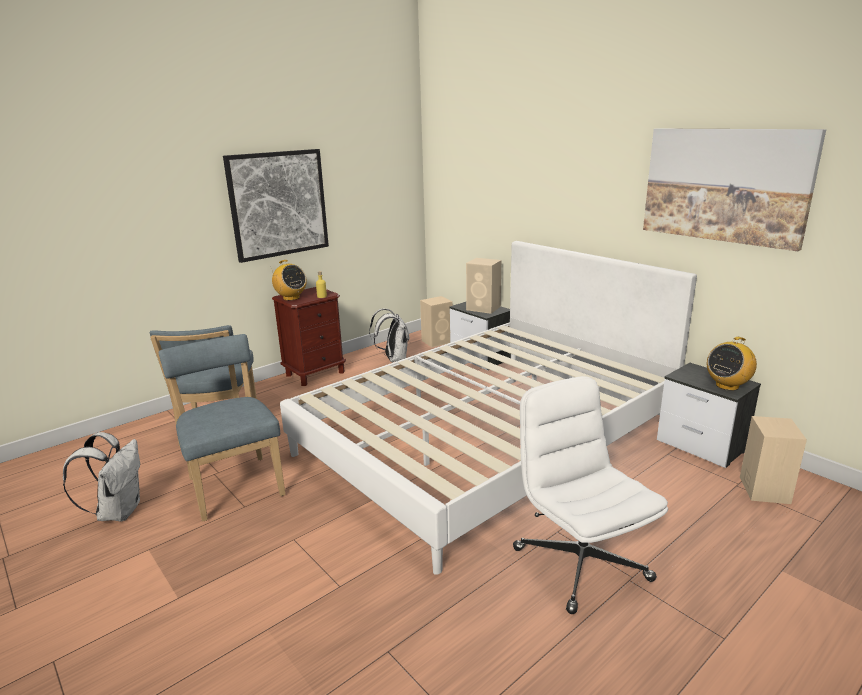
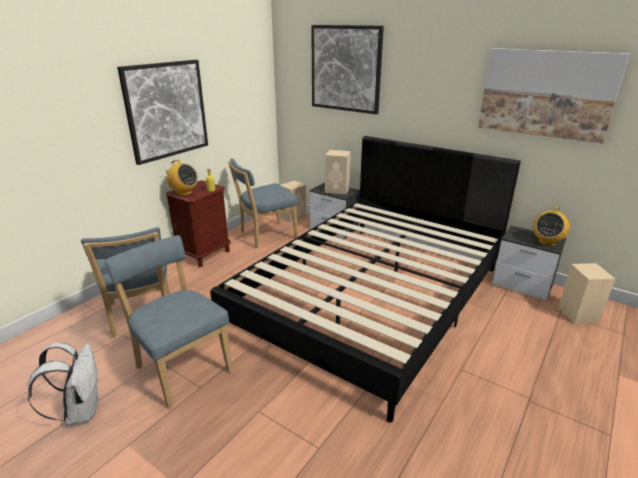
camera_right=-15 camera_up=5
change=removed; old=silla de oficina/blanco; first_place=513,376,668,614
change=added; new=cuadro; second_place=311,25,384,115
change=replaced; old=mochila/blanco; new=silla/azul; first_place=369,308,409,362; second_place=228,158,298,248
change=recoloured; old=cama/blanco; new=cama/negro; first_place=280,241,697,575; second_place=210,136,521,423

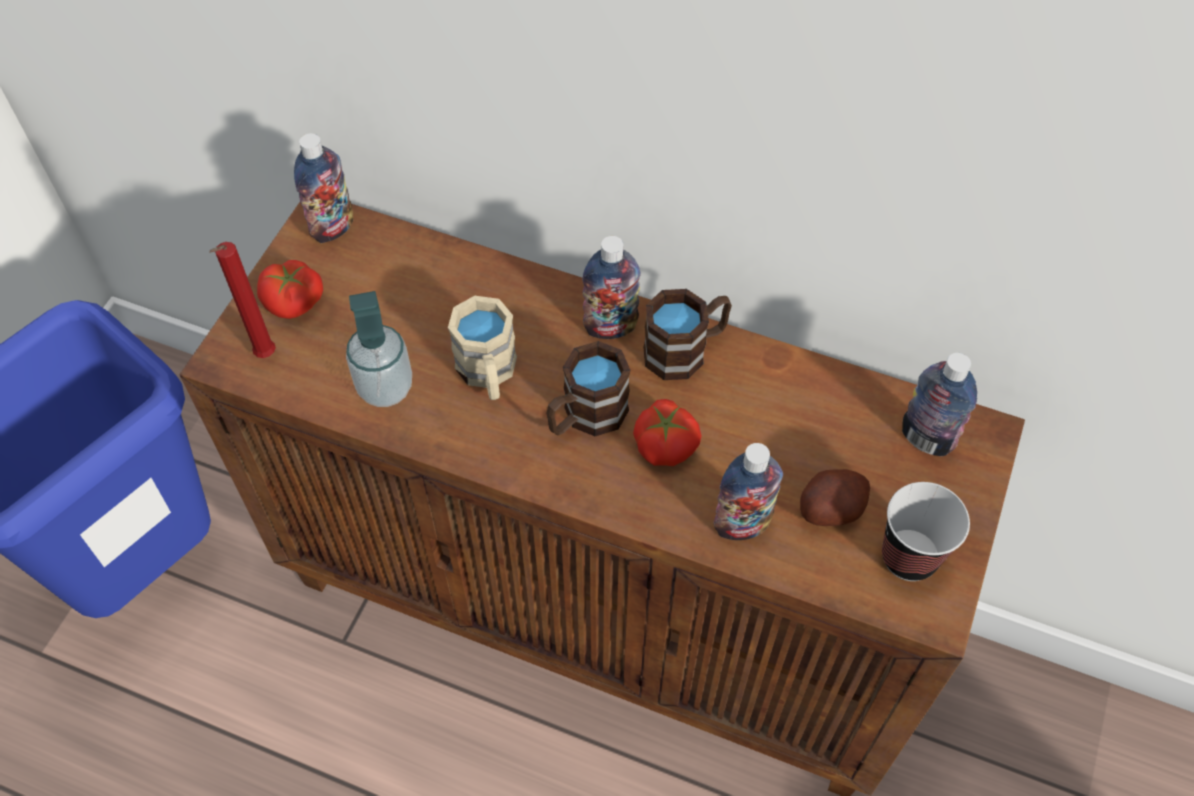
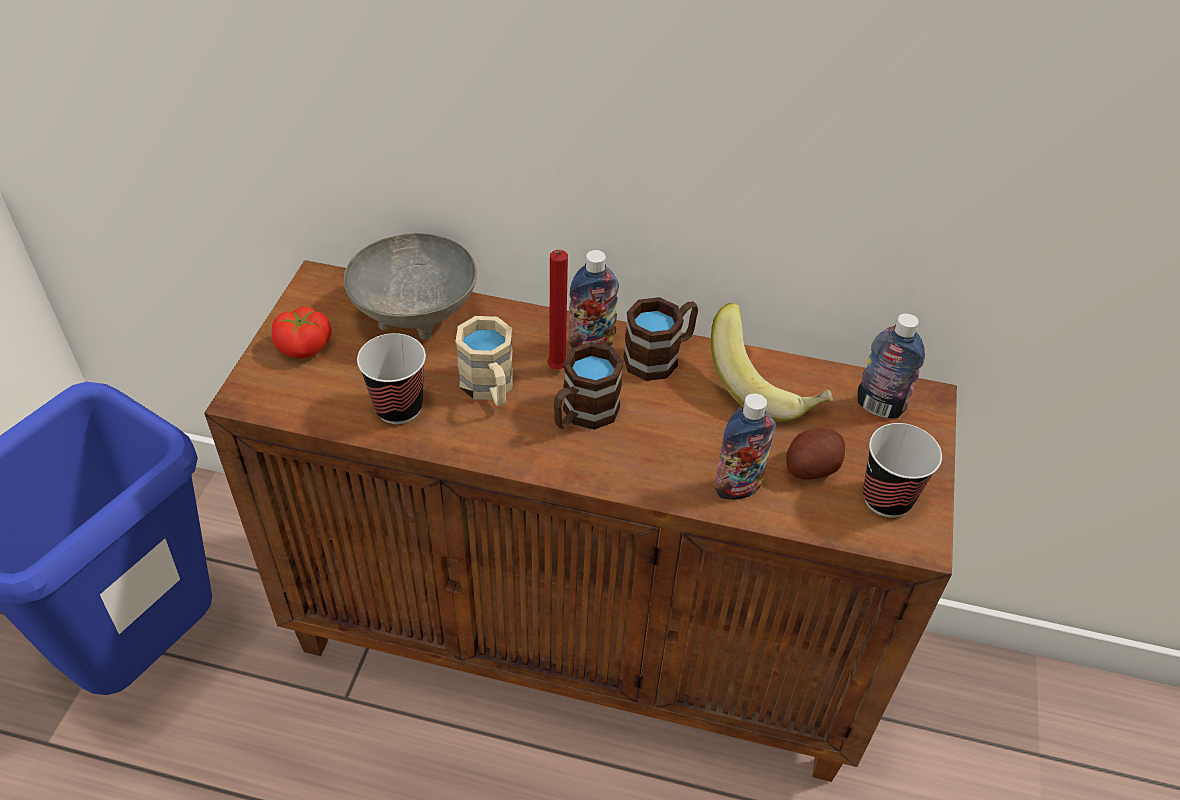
camera_right=-10 camera_up=-10
change=removed; old=botella; first_place=294,133,354,243
change=removed; old=tomate; first_place=633,399,701,466
change=added; new=cuenco/gris; second_place=344,233,477,340
change=added; new=plátano; second_place=711,303,834,423
change=moved; old=vela/rojo; first_place=209,242,276,358; second_place=547,250,568,369
change=replaced; old=dispensador de jabón; new=taza; first_place=346,291,412,407; second_place=357,333,426,424

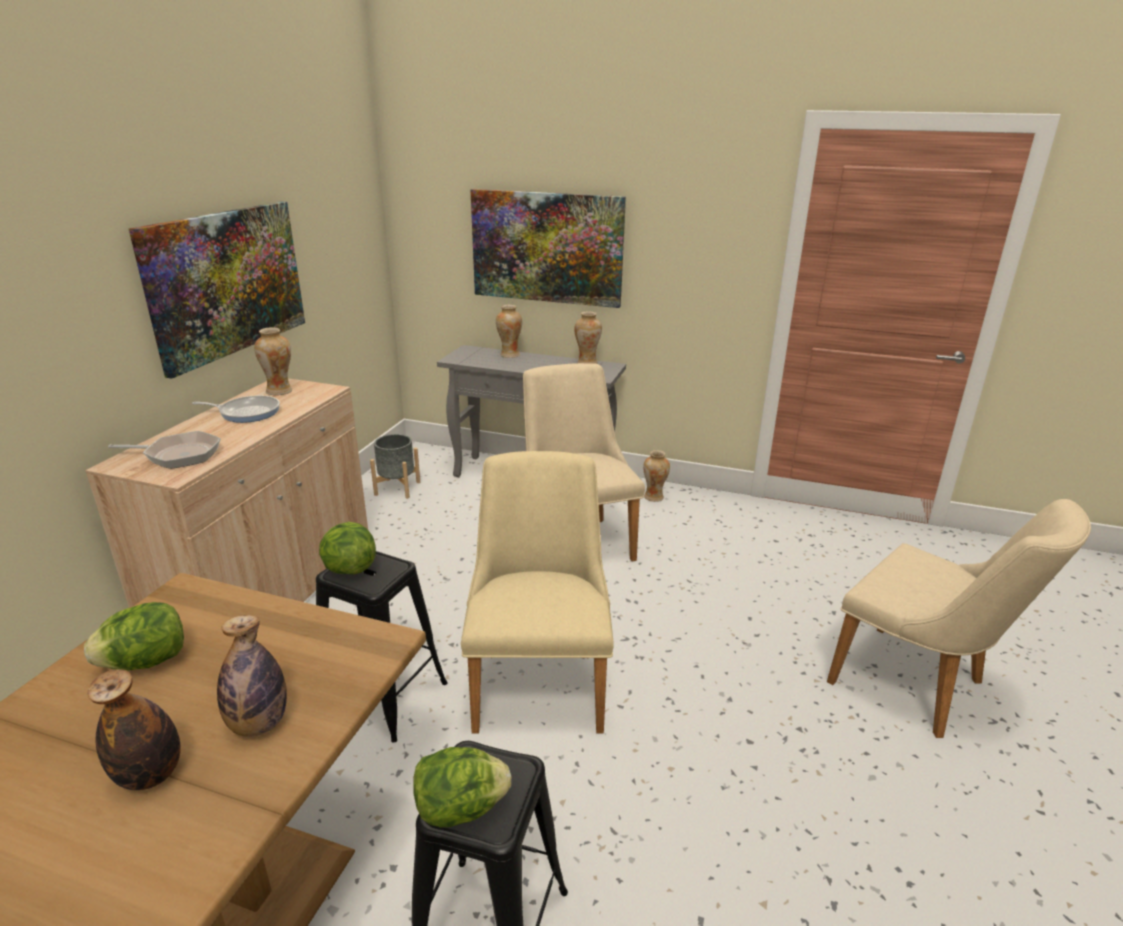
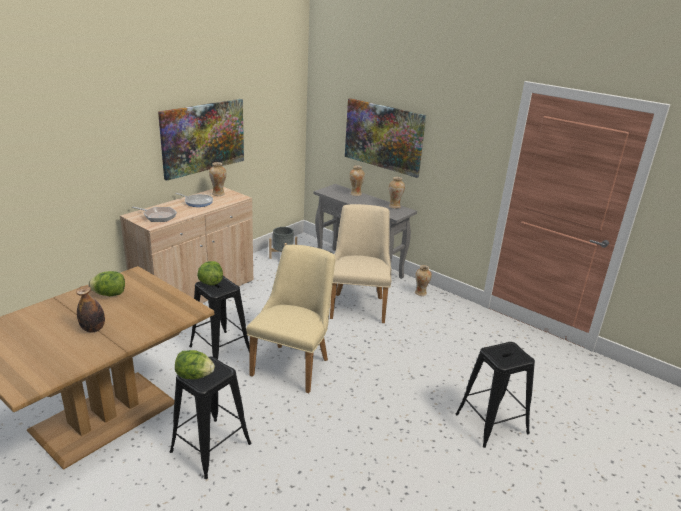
camera_right=20 camera_up=0
change=removed; old=botella; first_place=217,615,287,737
change=replaced; old=silla/beis; new=taburete/negro; first_place=827,499,1091,738; second_place=455,342,535,448

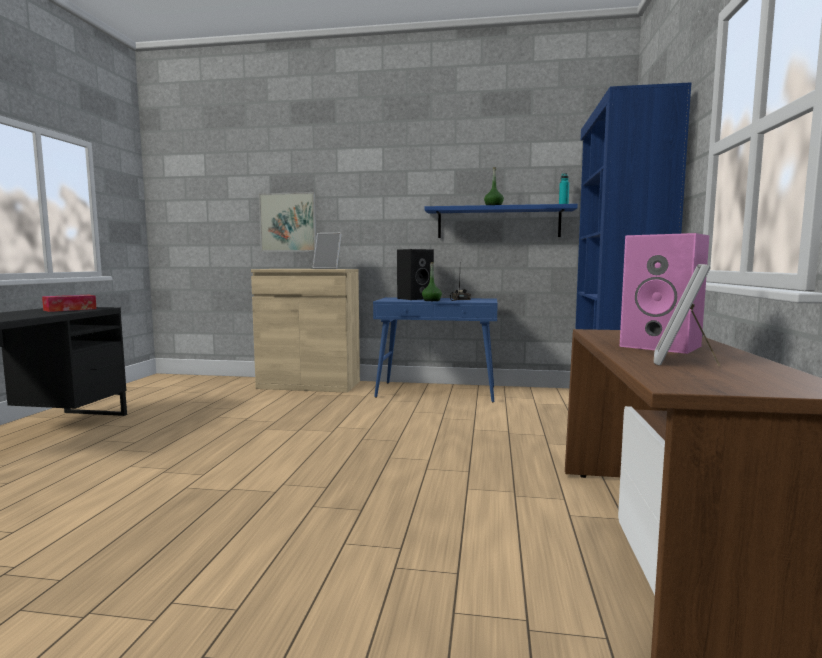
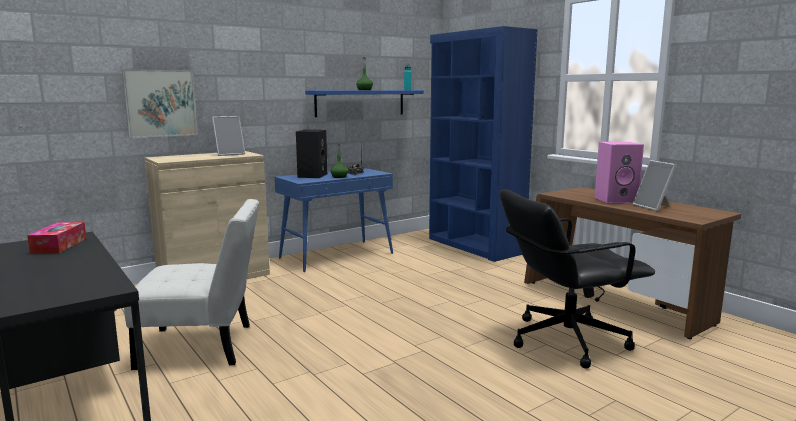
camera_right=-45 camera_up=5
change=added; new=silla/blanco; second_place=124,199,259,370
change=added; new=silla de oficina/negro; second_place=500,189,655,368

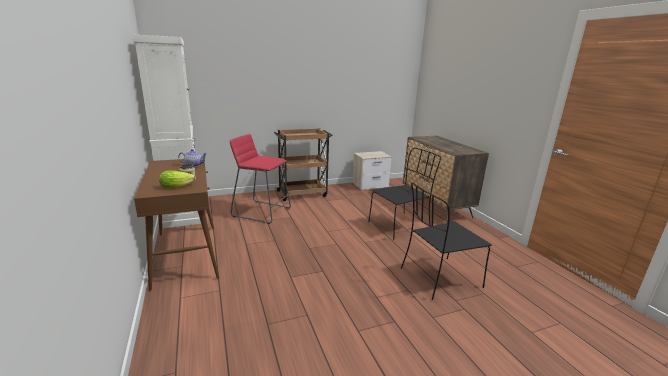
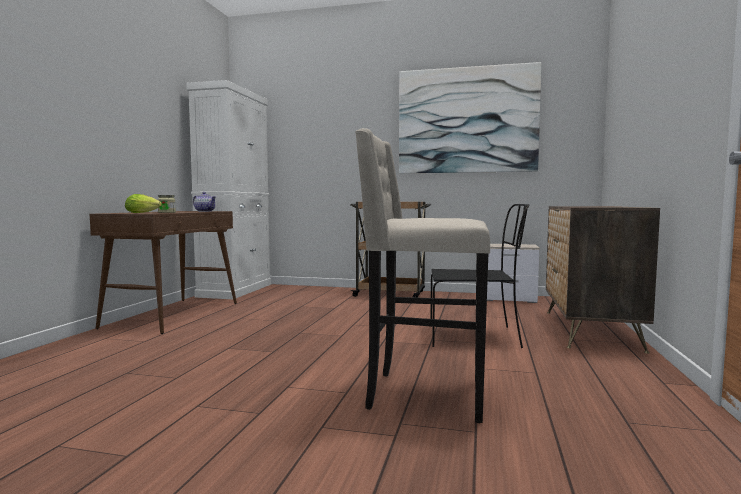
camera_right=35 camera_up=-15
change=removed; old=taburete/rojo; first_place=230,134,291,224
change=added; new=cuadro; second_place=399,62,542,174
change=replaced; old=silla/negro; new=taburete/beis; first_place=401,182,492,300; second_place=355,128,490,423

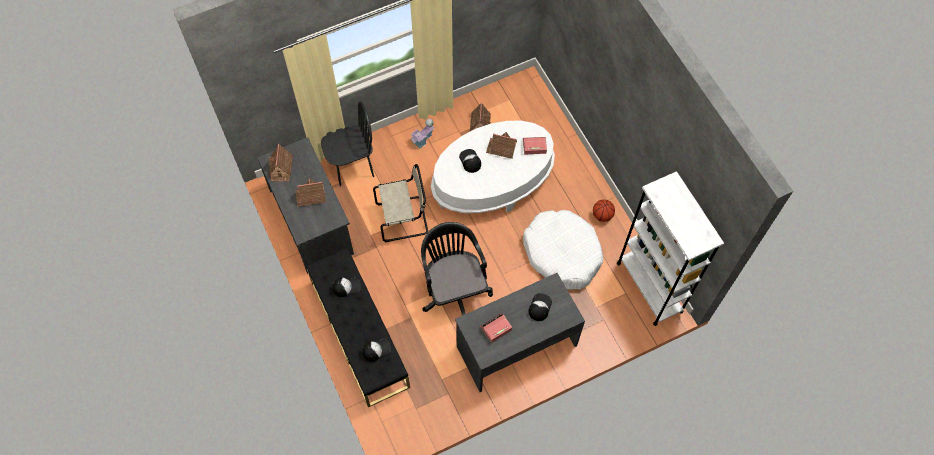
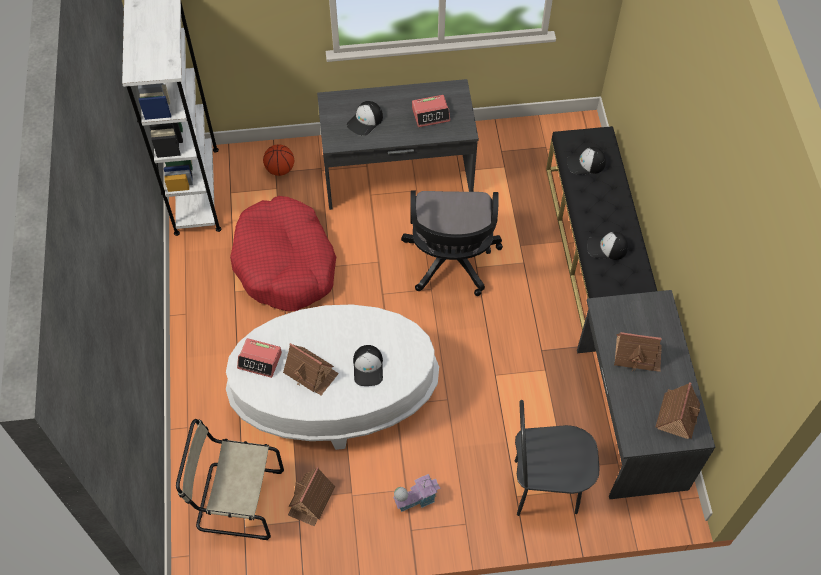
camera_right=-160 camera_up=-5
change=moved; old=silla/beis; first_place=373,164,428,243; second_place=176,419,284,540
change=moved; old=balón de baloncesto; first_place=593,200,615,222; second_place=263,144,294,176
change=recoloured; old=cama para perro/blanco; new=cama para perro/rojo; first_place=523,210,603,290; second_place=230,196,336,311

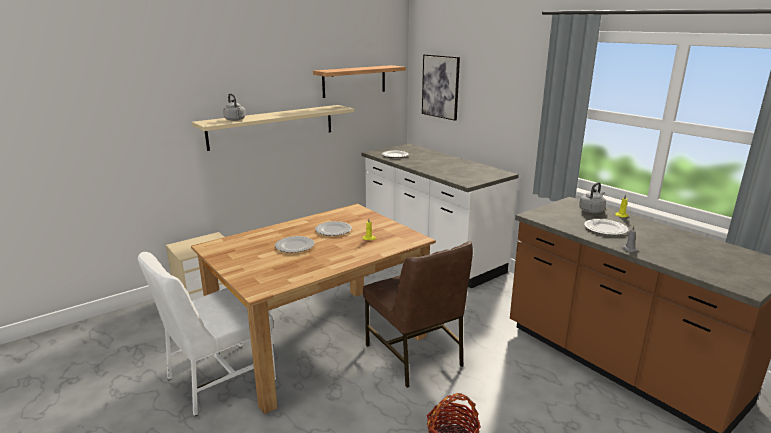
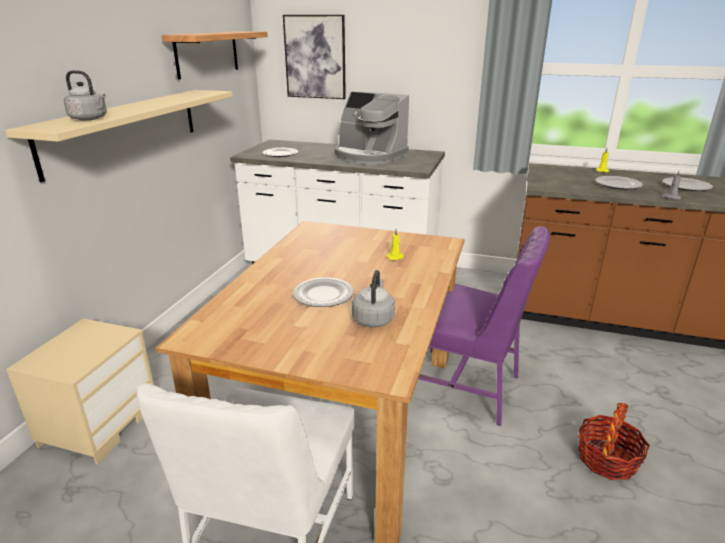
camera_right=-35 camera_up=5
change=added; new=cafetera; second_place=335,91,409,165
change=moved; old=plato; first_place=315,221,352,236; second_place=663,177,713,191
change=moved; old=hervidor/gris; first_place=579,182,606,213; second_place=352,270,395,327
change=recoloured; old=silla/marrón; new=silla/morado; first_place=363,241,473,388; second_place=418,226,550,426

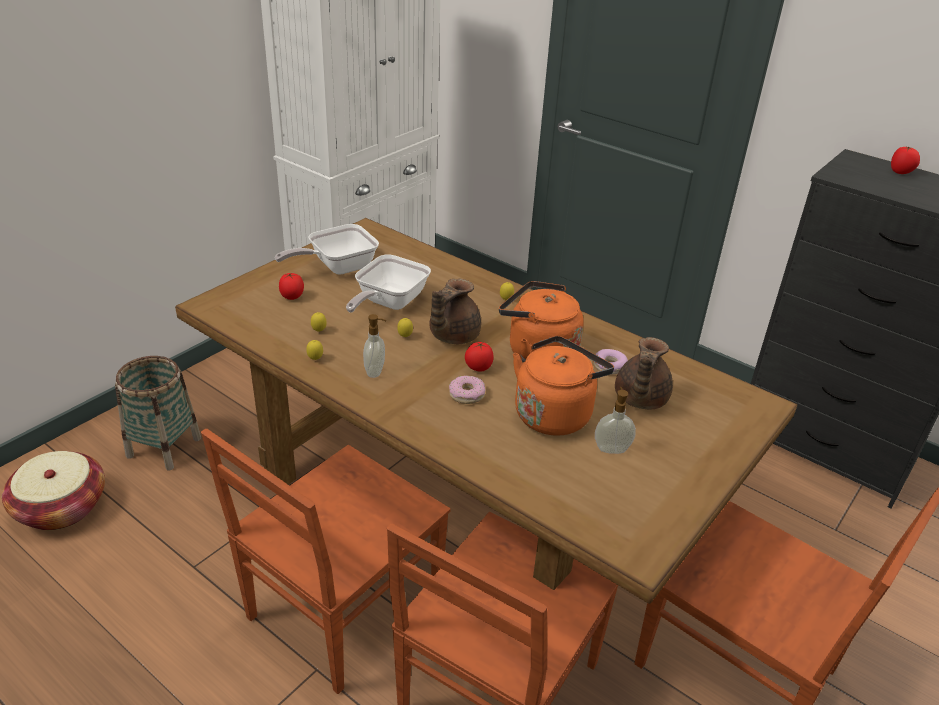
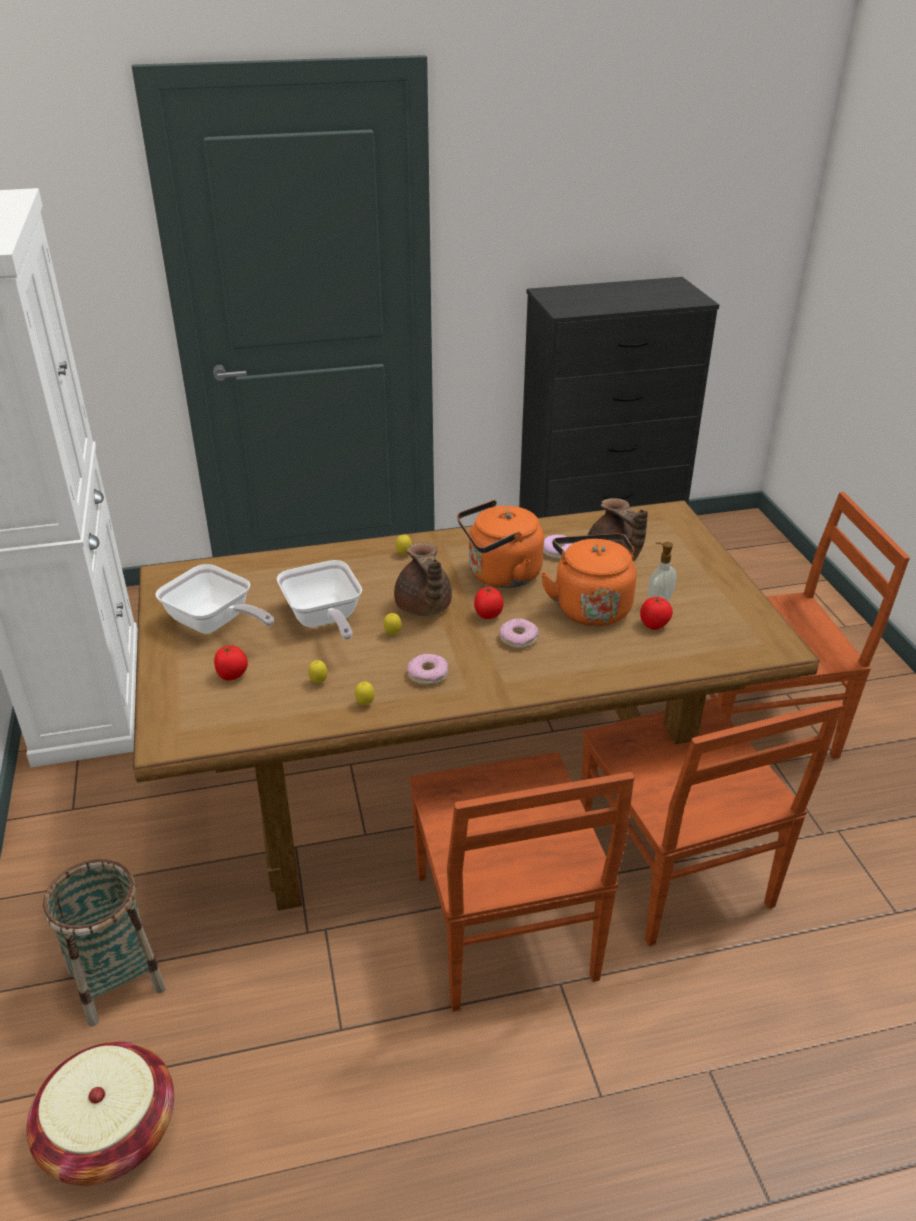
camera_right=-50 camera_up=0
change=moved; old=tomate; first_place=891,146,920,174; second_place=640,596,673,630
change=replaced; old=dispensador de jabón; new=rosquilla; first_place=363,314,386,378; second_place=407,654,448,686
change=turned; old=sartén; first_place=275,224,379,274; second_place=155,564,274,634; degrees=-60

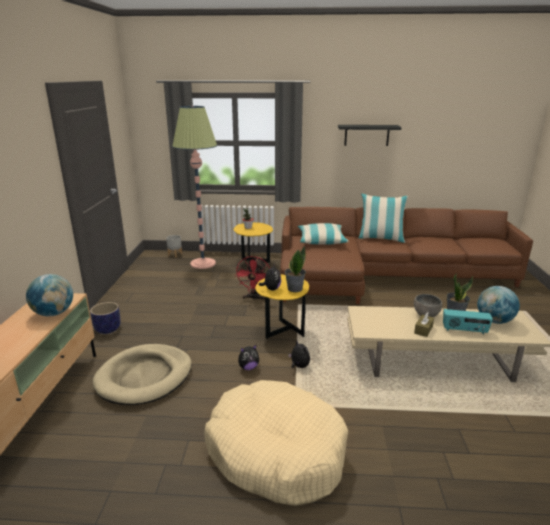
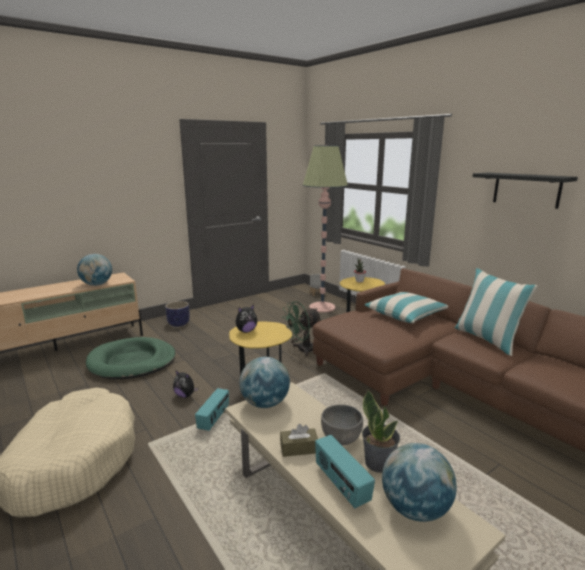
camera_right=50 camera_up=-5
change=removed; old=planta en maceta; first_place=285,246,306,292
change=added; new=globo terráqueo; second_place=239,357,290,408
change=replaced; old=peluche; new=radio; first_place=288,341,310,368; second_place=195,388,229,431
change=recoloured; old=cama para perro/beis; new=cama para perro/verde; first_place=92,344,192,405; second_place=86,337,176,379
change=recoloured; old=ventilador/rojo; new=ventilador/verde; first_place=235,256,270,300; second_place=283,301,322,356

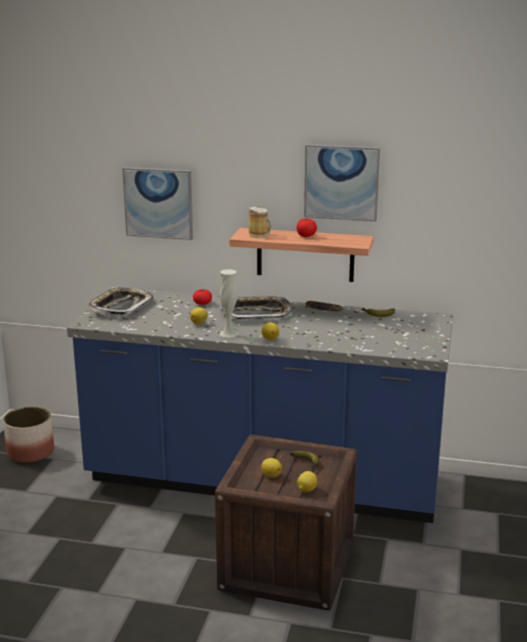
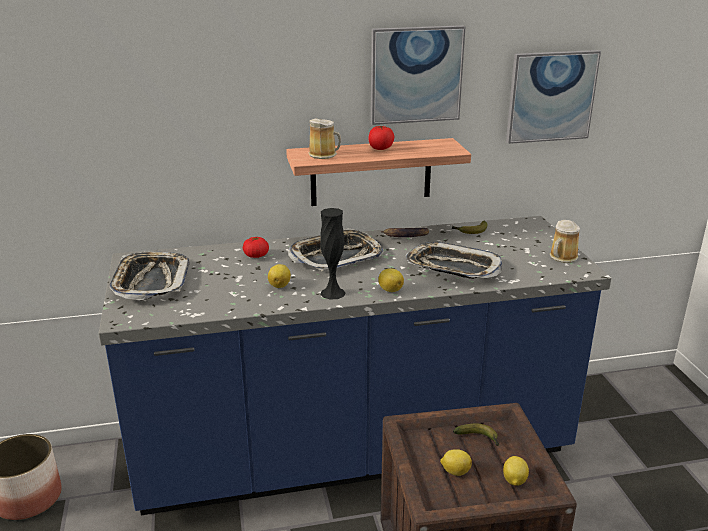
camera_right=-25 camera_up=5
change=added; new=bandeja; second_place=405,242,502,279
change=added; new=taza grande; second_place=550,220,580,263
change=moved; old=cuadro; first_place=122,167,193,240; second_place=506,50,601,144
change=recoloured; old=florero/blanco; new=florero/negro; first_place=220,269,238,337; second_place=320,208,346,300

